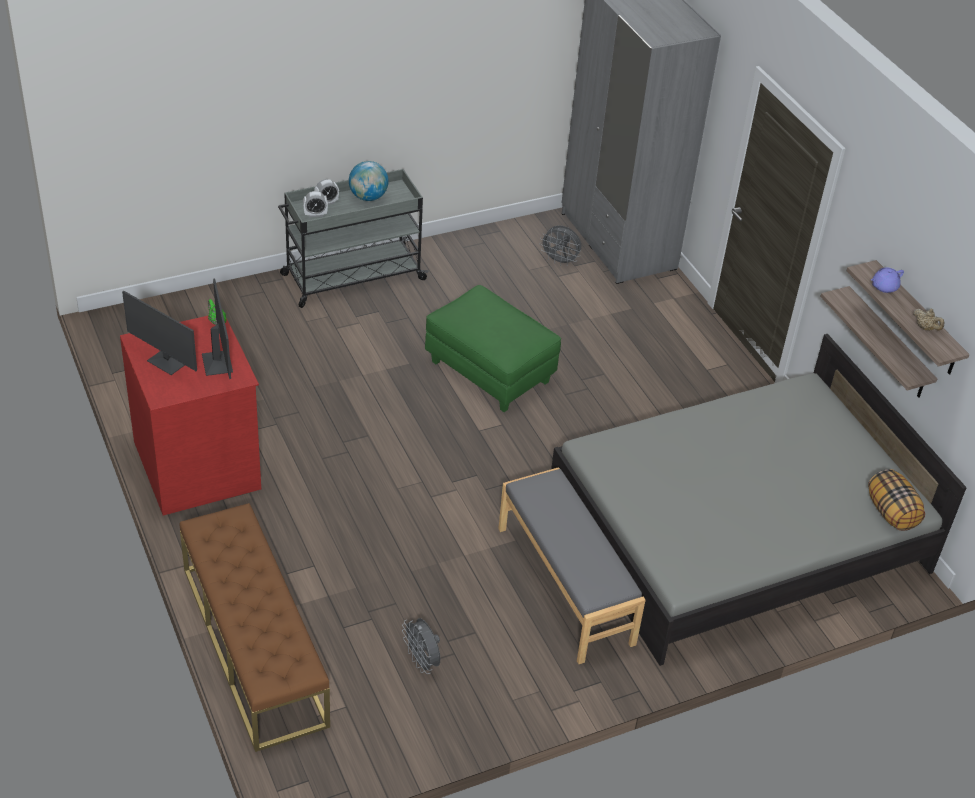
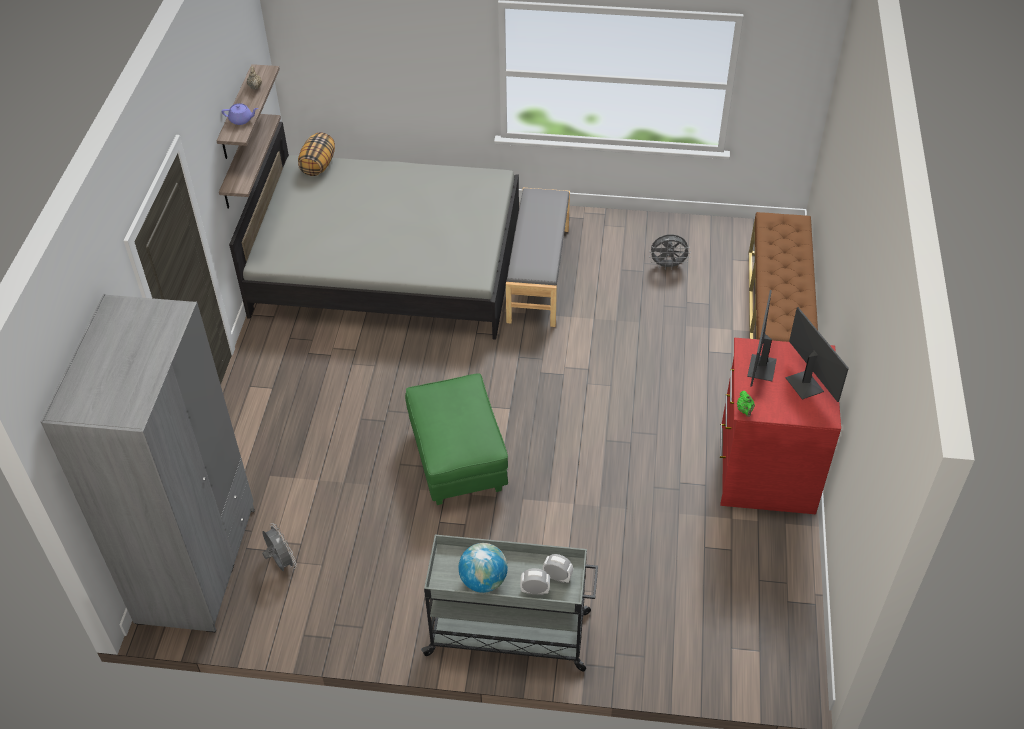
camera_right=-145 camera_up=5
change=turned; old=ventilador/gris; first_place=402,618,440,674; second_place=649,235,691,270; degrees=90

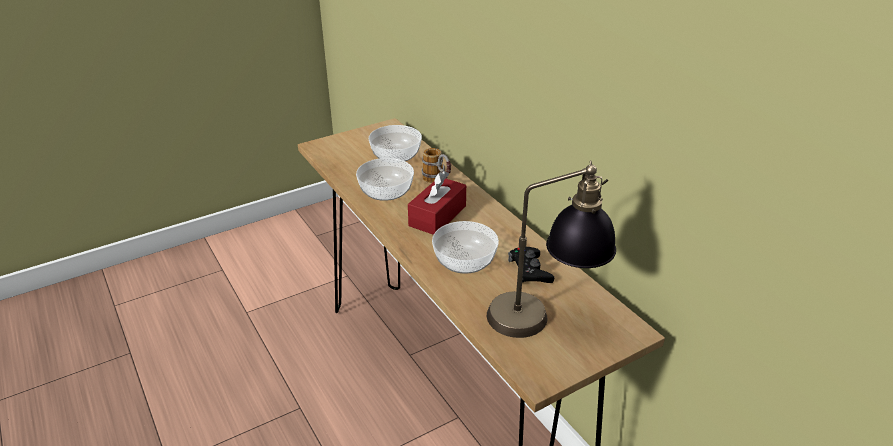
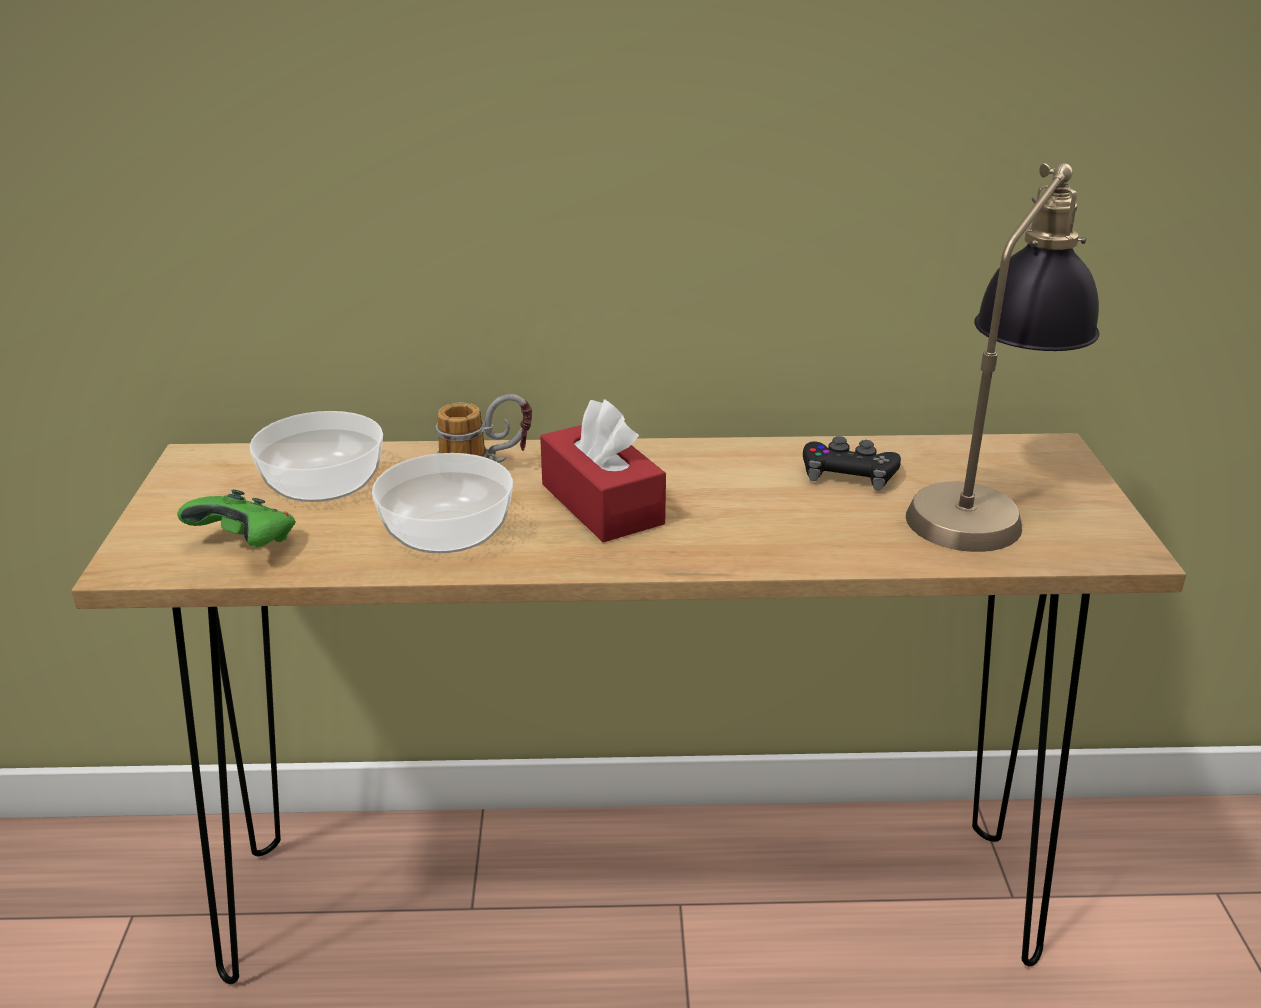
camera_right=-60 camera_up=-5
change=removed; old=cuenco; first_place=432,221,499,274
change=added; new=mando de consola/verde; second_place=177,490,296,547

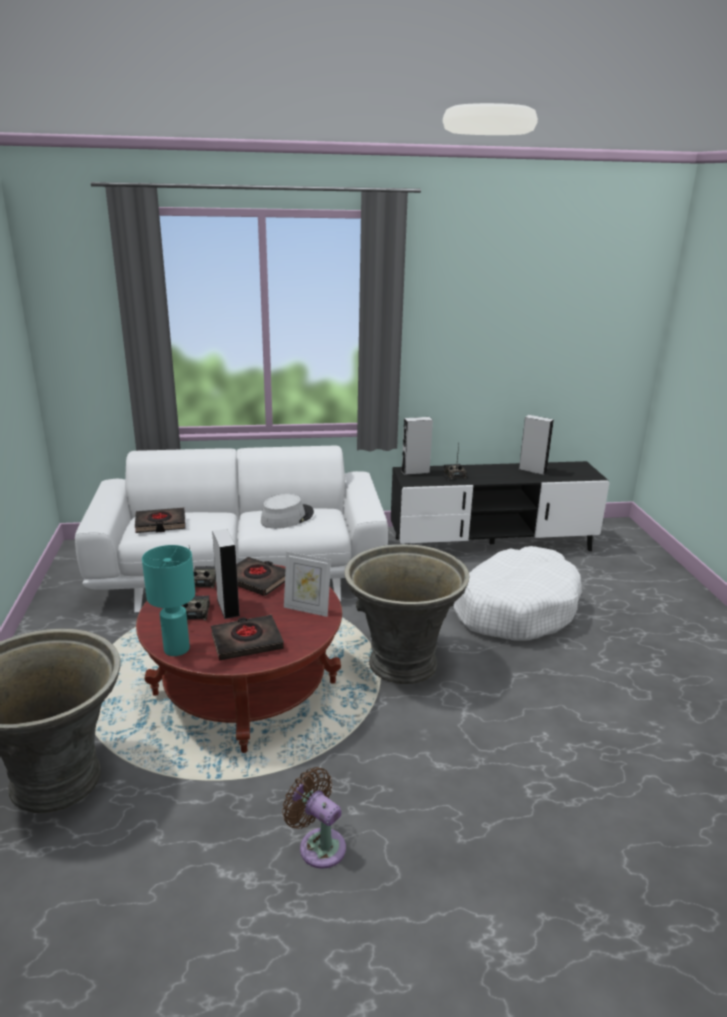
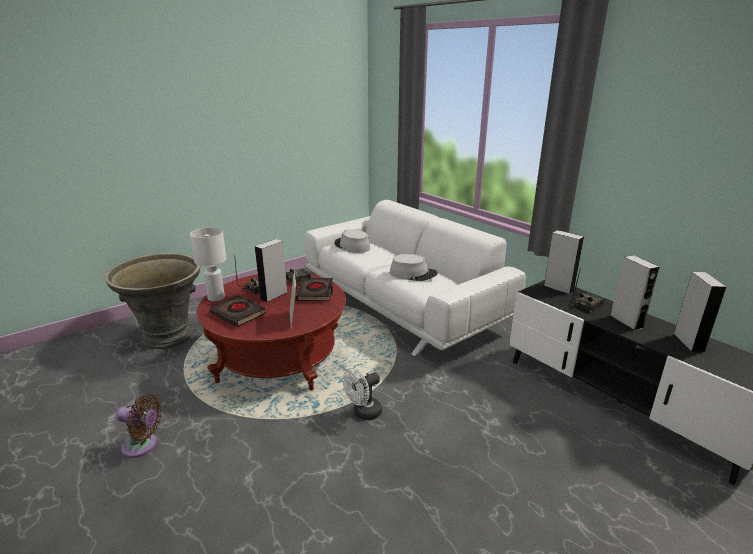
camera_right=60 camera_up=0
change=removed; old=cama para perro/blanco; first_place=454,546,582,641
change=added; new=altavoz/gris; second_place=610,255,659,331
change=replaced; old=libro/negro; new=sombrero/gris; first_place=135,508,185,533; second_place=335,229,370,253
change=replaced; old=maceta/gris; new=ventilador/blanco; first_place=344,544,470,684; second_place=343,368,382,420
change=recoloured; old=lámpara de mesa/turquesa; new=lámpara de mesa/blanco; first_place=142,545,195,656; second_place=190,227,227,301
change=turned; old=ventilador/marrón; first_place=282,767,346,869; second_place=116,394,162,458; degrees=90

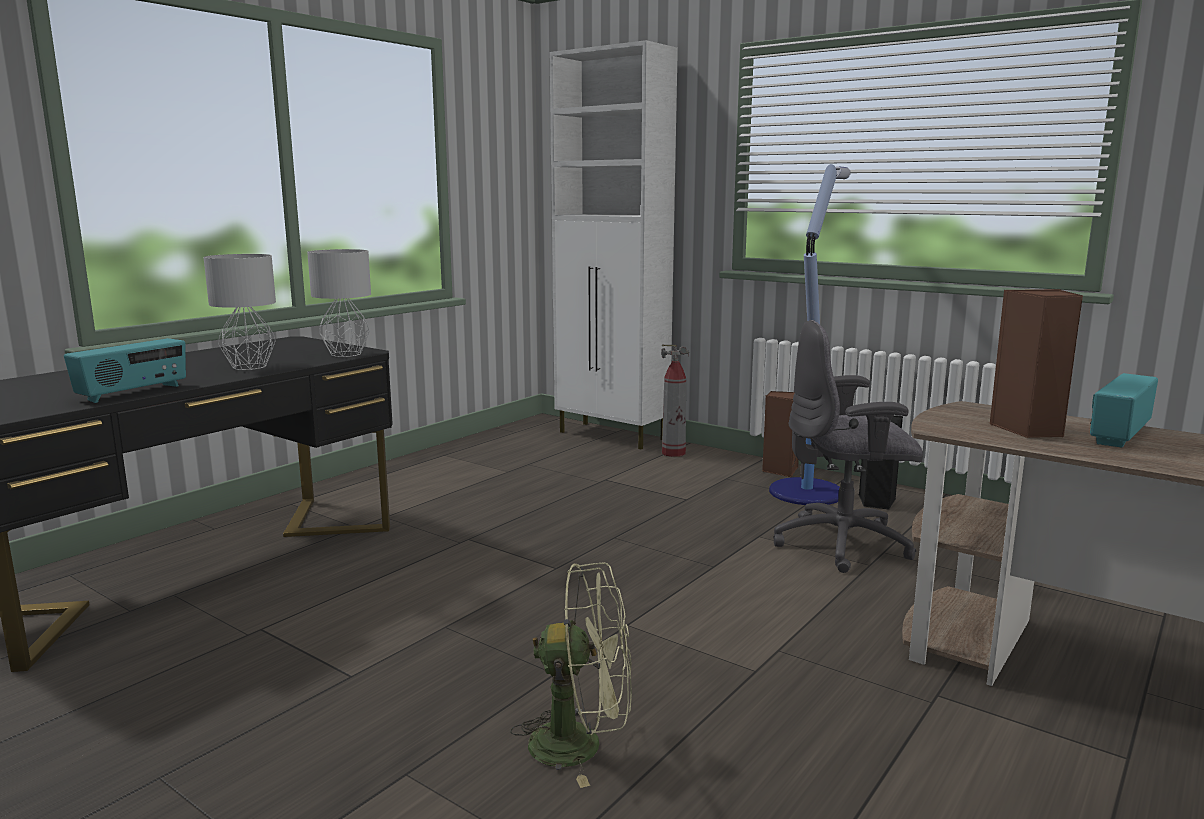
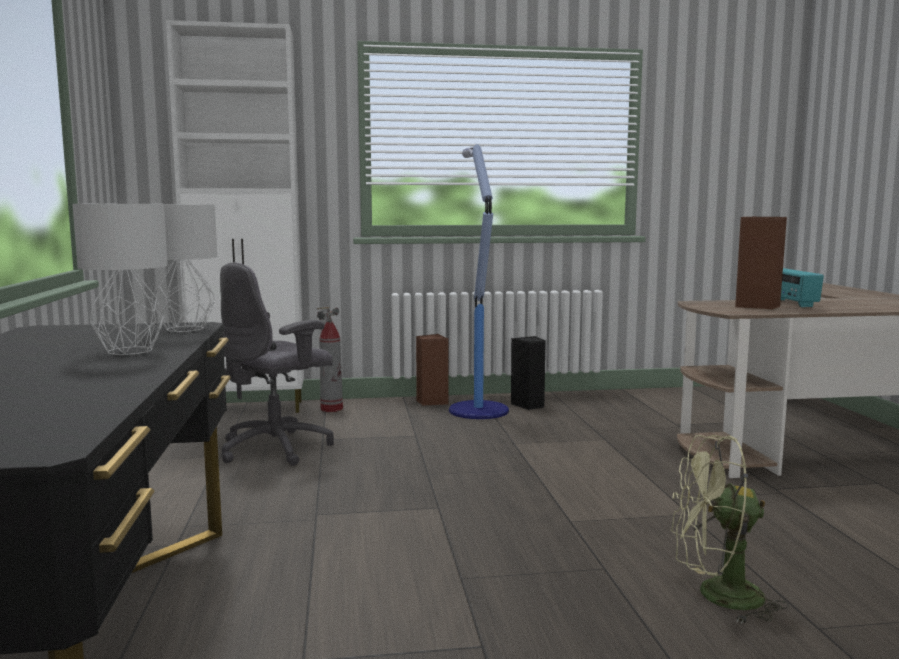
camera_right=-45 camera_up=-5
change=removed; old=radio; first_place=64,338,186,403
change=moved; old=silla de oficina/gris; first_place=773,320,923,573; second_place=220,263,334,466
change=turned; old=ventilador/verde; first_place=510,562,632,788; second_place=671,435,789,624; degrees=-135

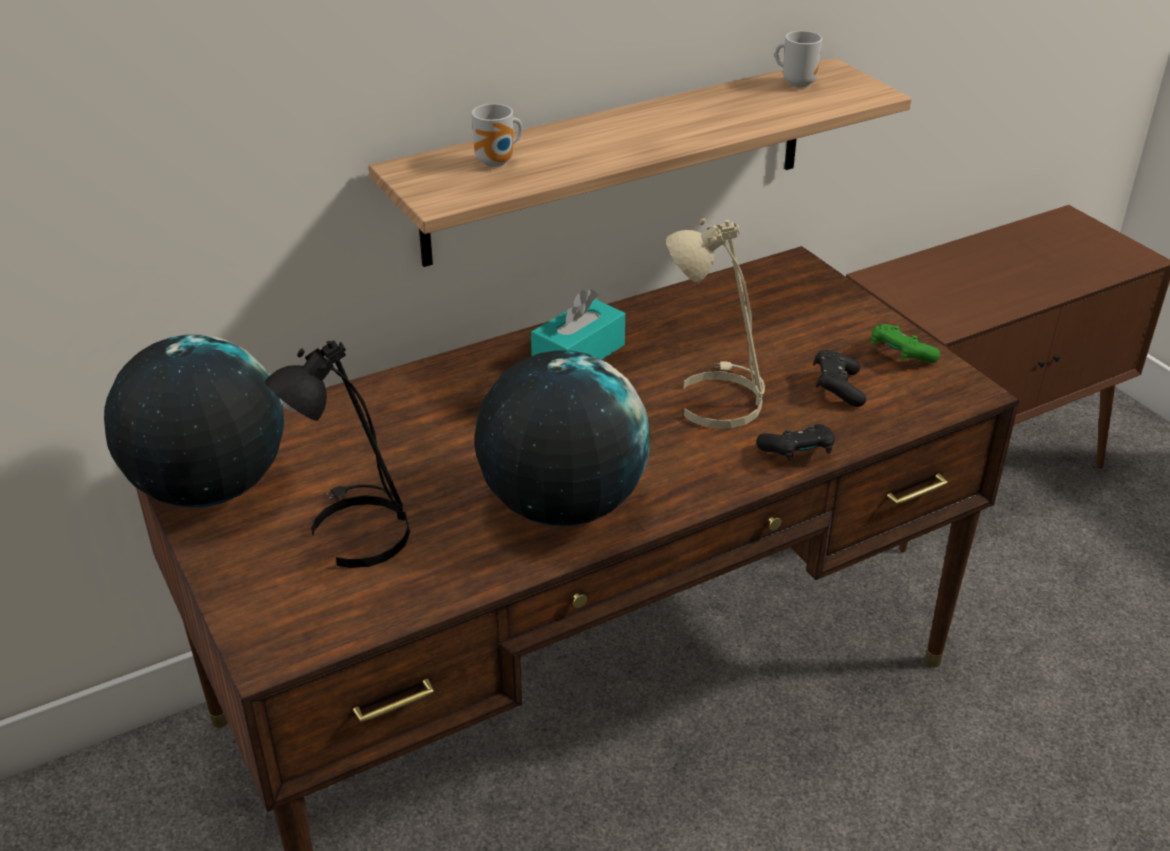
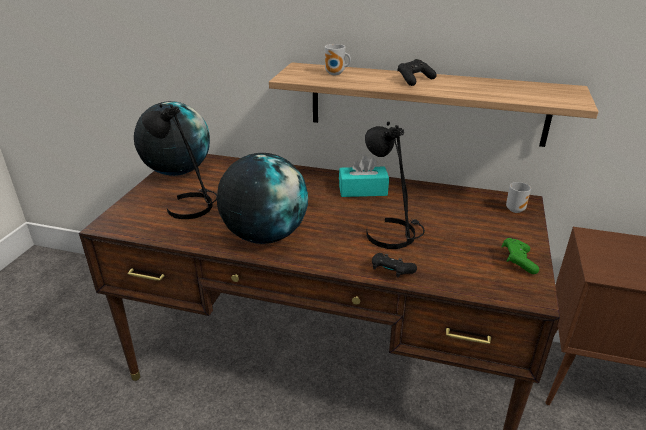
camera_right=45 camera_up=-5
change=moved; old=taza grande; first_place=775,31,822,87; second_place=506,182,531,213
change=moved; old=mando de consola/negro; first_place=813,350,866,407; second_place=398,59,437,86
change=recoloured; old=lámpara de mesa/beis; new=lámpara de mesa/negro; first_place=666,218,765,429; second_place=365,121,425,249

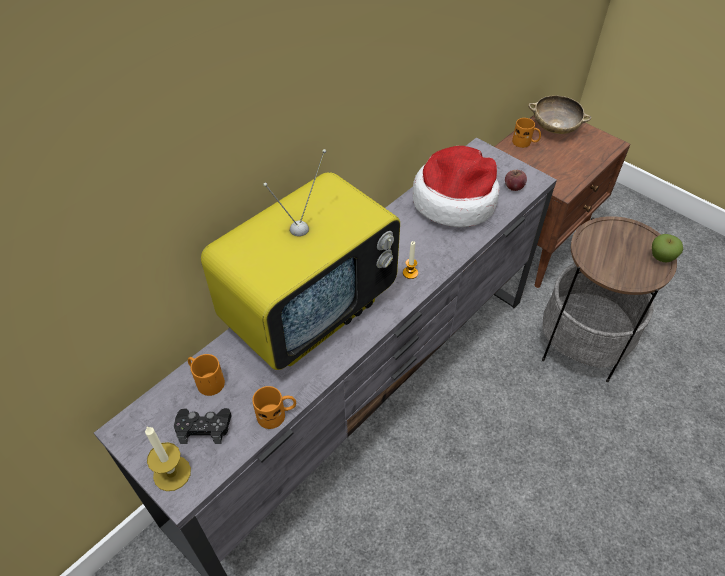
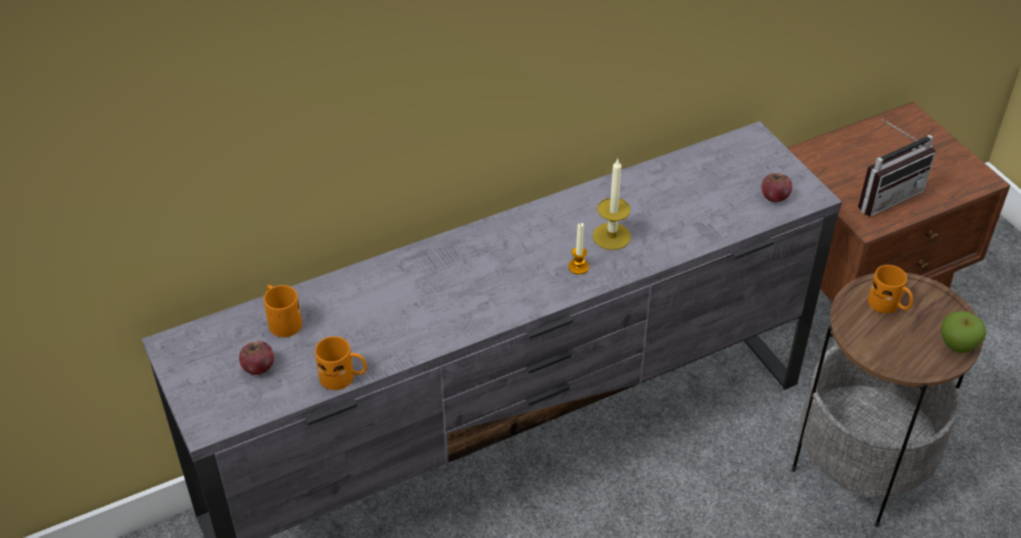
camera_right=20 camera_up=-5
change=removed; old=televisor; first_place=201,149,400,370
change=removed; old=sombrero; first_place=412,146,500,227
change=removed; old=cuenco/beis; first_place=528,95,591,134
change=added; new=radio; second_place=858,119,935,217
change=moved; old=vela; first_place=145,426,191,491; second_place=593,159,631,250
change=moved; old=taza grande/naranja; first_place=512,118,541,148; second_place=868,265,913,313
change=replaced; old=mando de consola/negro; new=manzana; first_place=174,408,231,444; second_place=239,341,274,375

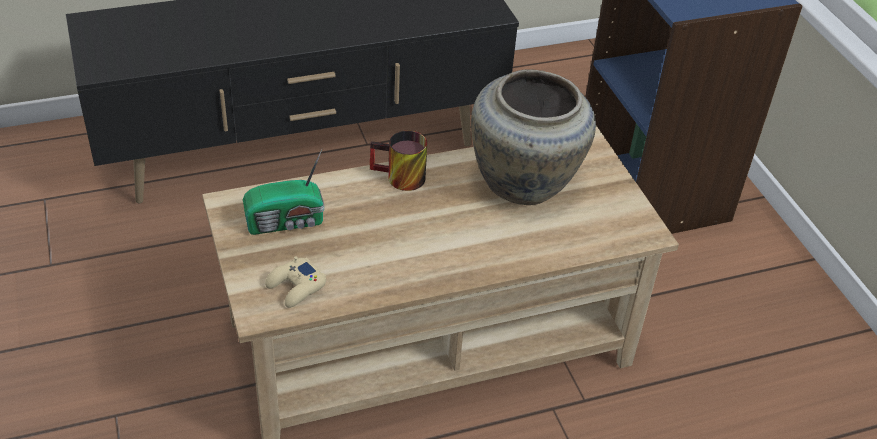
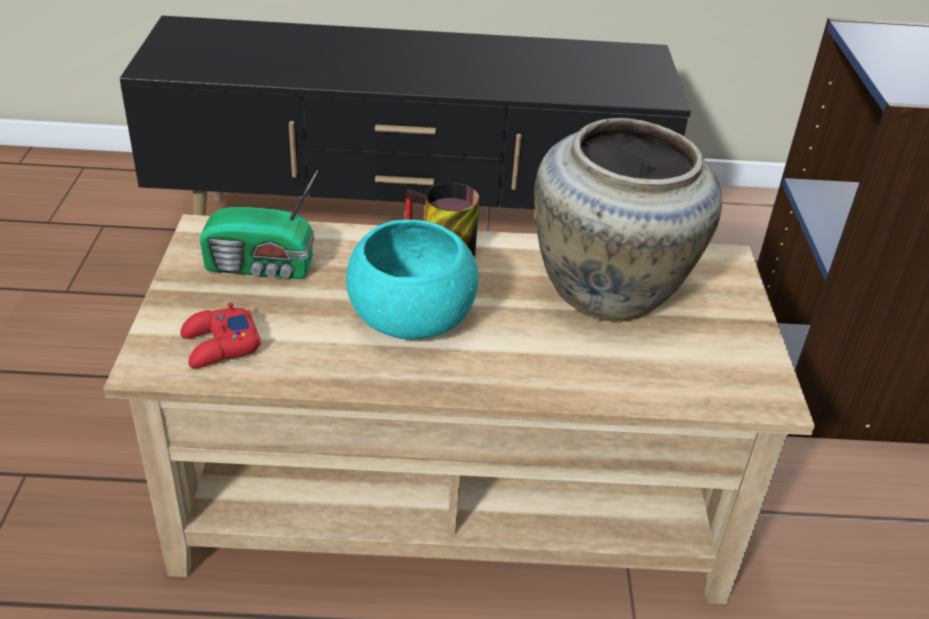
camera_right=20 camera_up=-5
change=added; new=cuenco/turquesa; second_place=346,220,478,340
change=recoloured; old=mando de consola/beis; new=mando de consola/rojo; first_place=265,256,326,308; second_place=180,302,261,368

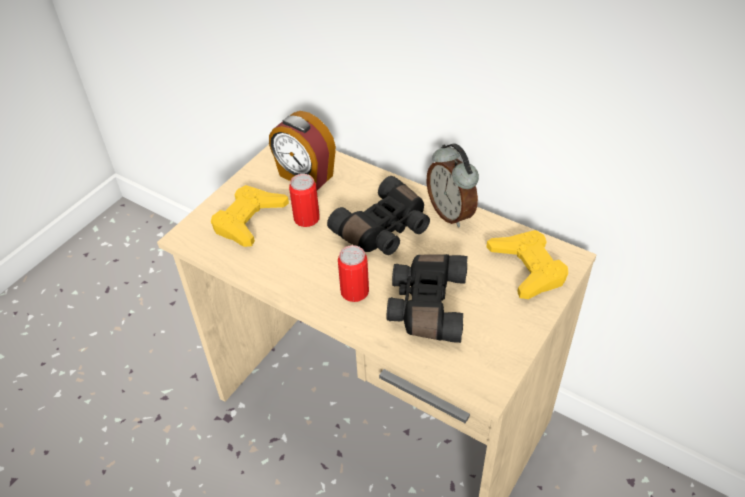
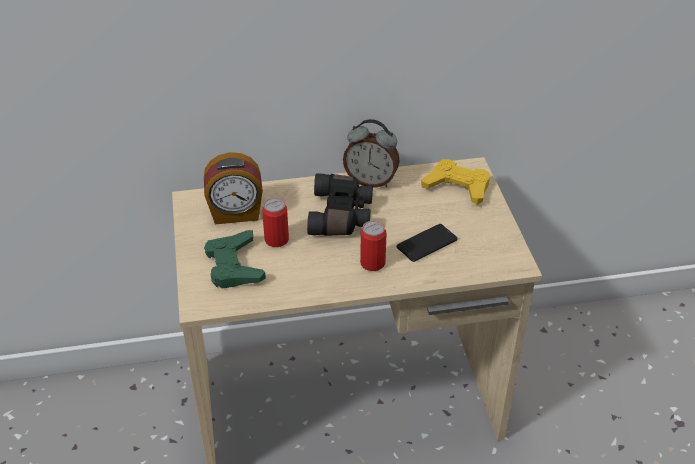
camera_right=-45 camera_up=-5
change=replaced; old=prismáticos/negro; new=móvil; first_place=387,254,467,343; second_place=397,224,458,262
change=recoloured; old=mando de consola/amarillo; new=mando de consola/verde; first_place=211,185,289,247; second_place=204,230,266,289

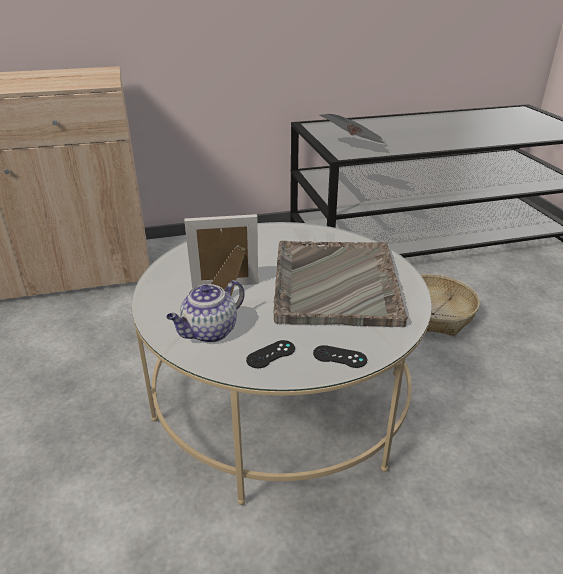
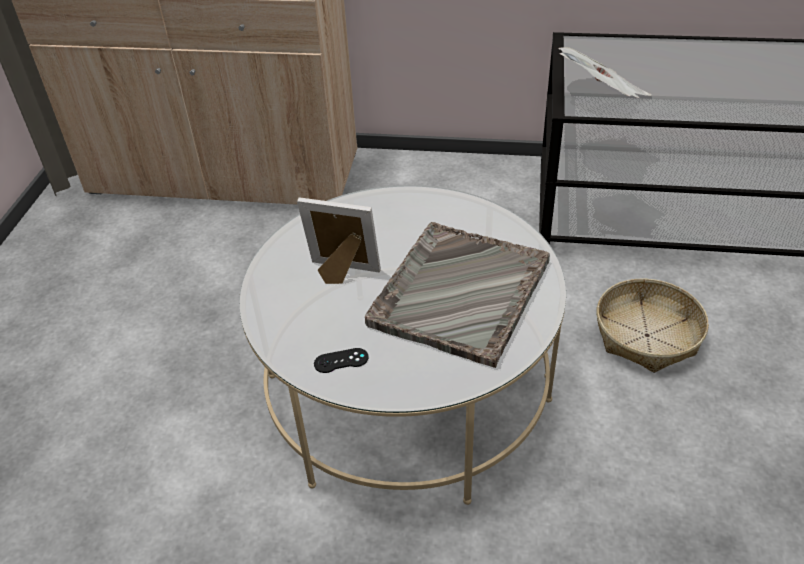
camera_right=25 camera_up=10
change=removed; old=tetera; first_place=166,280,245,343
change=removed; old=mando de consola/negro; first_place=313,345,367,368

